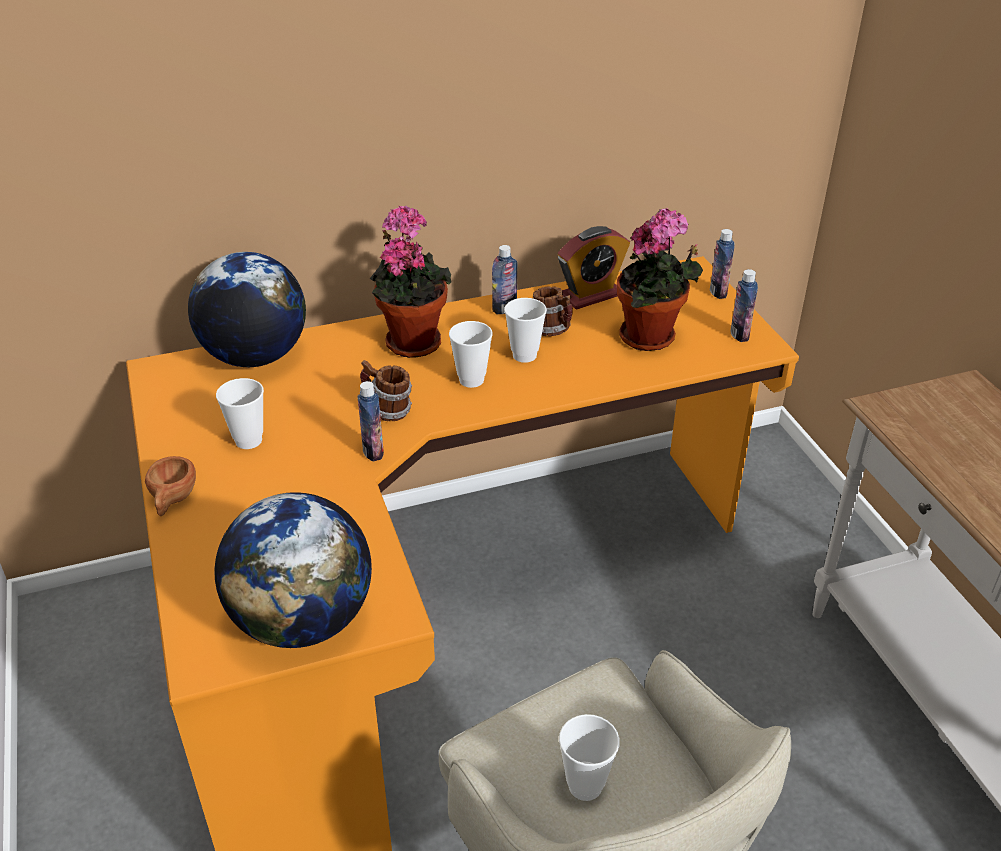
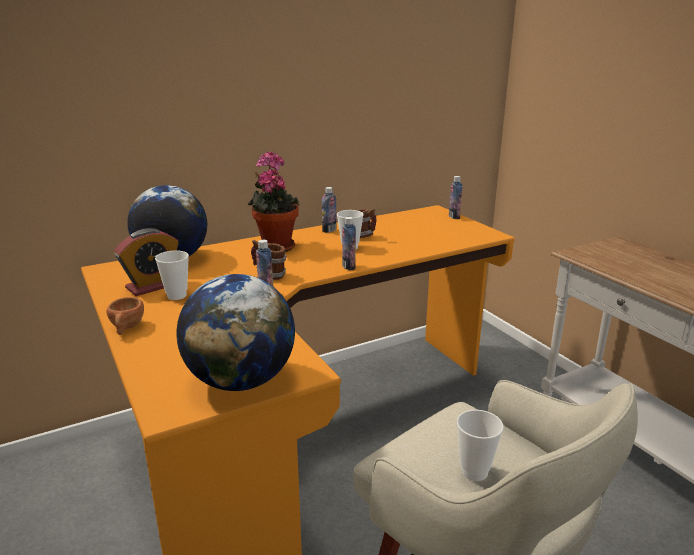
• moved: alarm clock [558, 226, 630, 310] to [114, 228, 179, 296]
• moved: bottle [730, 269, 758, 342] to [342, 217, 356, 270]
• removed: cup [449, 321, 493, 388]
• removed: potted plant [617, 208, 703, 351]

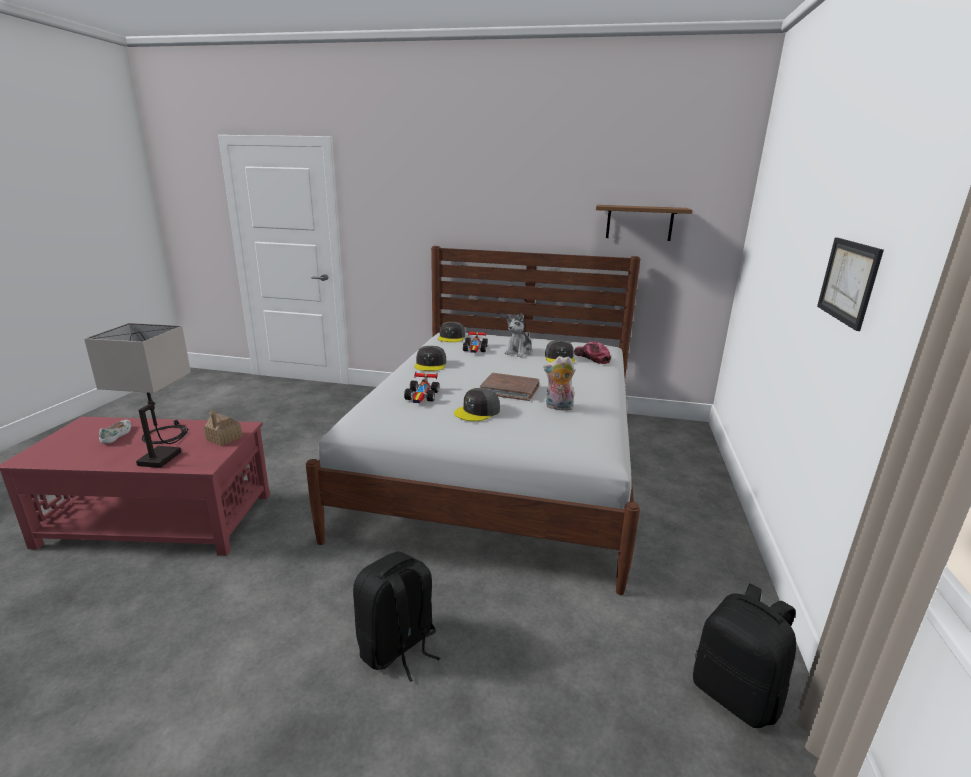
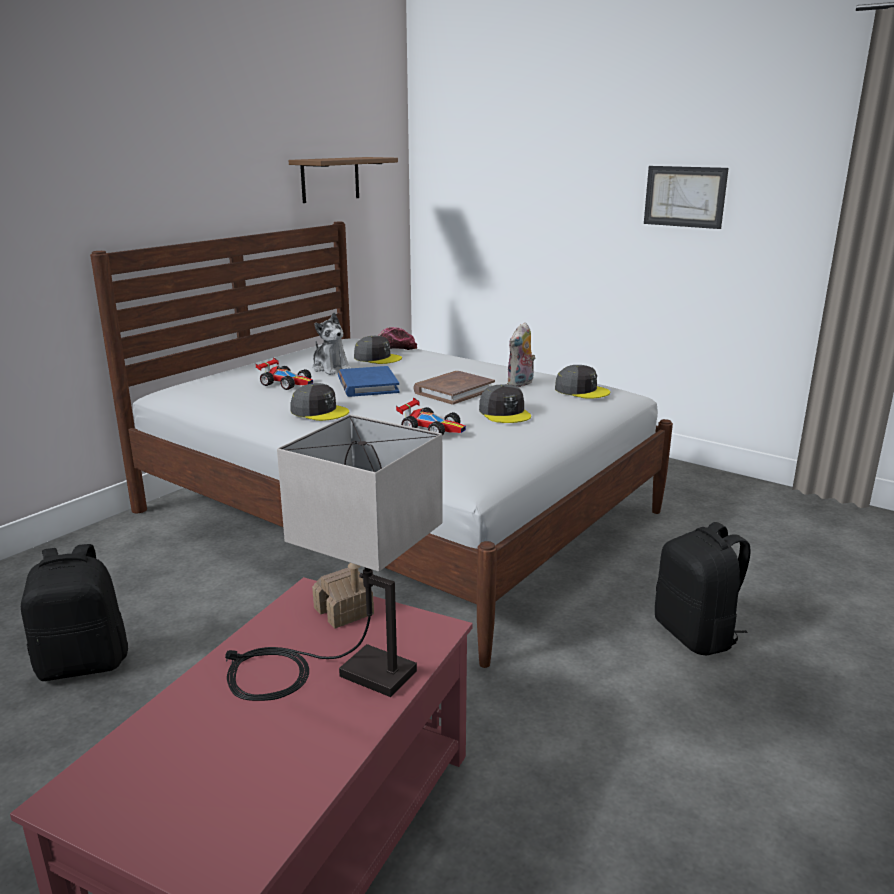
• moved: black backpack [693, 584, 796, 728] to [21, 544, 128, 681]
• added: blue book [338, 366, 400, 397]
• moved: grey cap [438, 322, 465, 342] to [555, 365, 610, 399]
• removed: white shoe [99, 420, 132, 443]

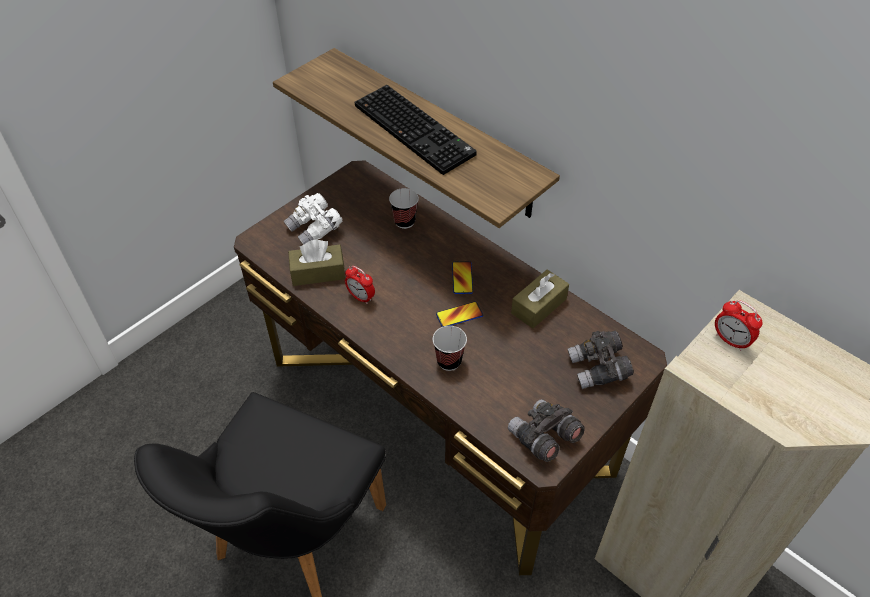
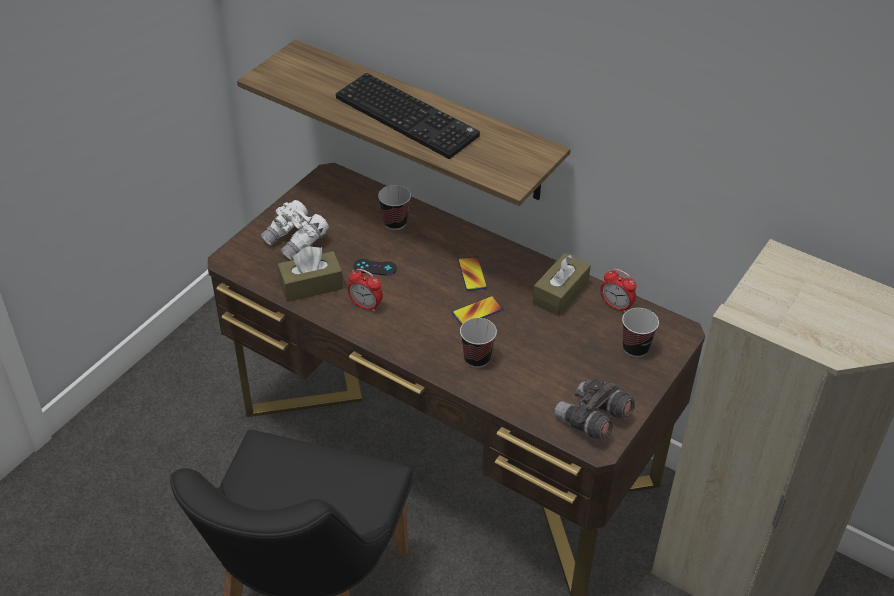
• added: black game controller [353, 259, 397, 275]
• moved: alarm clock [715, 300, 763, 351] to [600, 269, 636, 313]
• replaced: grey binoculars [567, 331, 634, 389] to cup [622, 308, 659, 357]

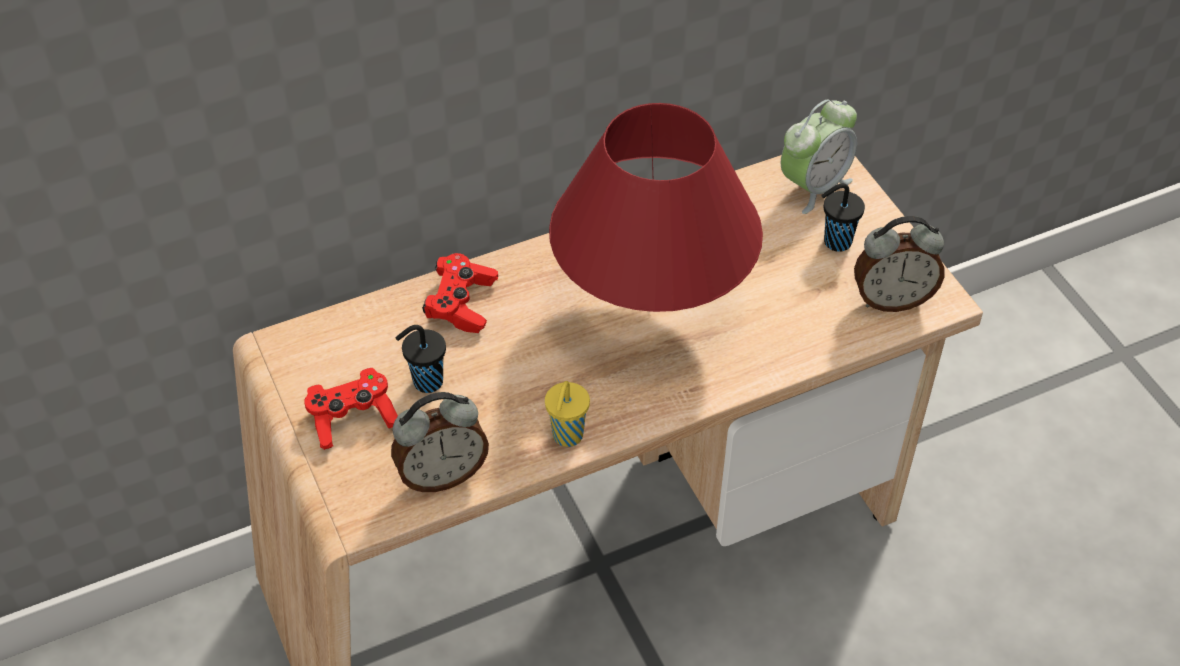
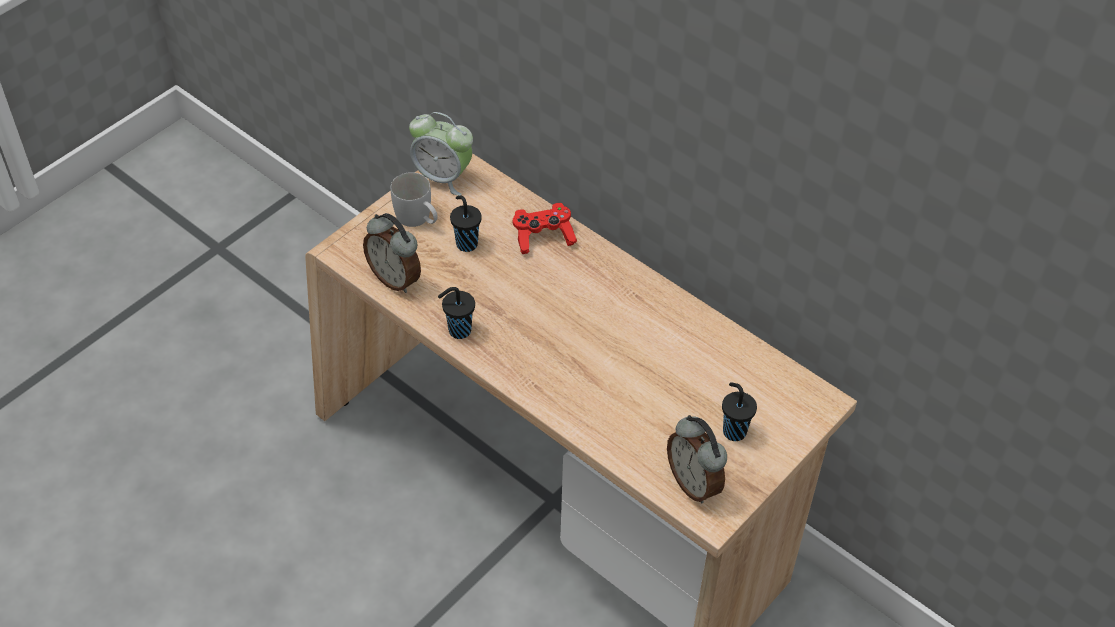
• replaced: red game controller [304, 368, 398, 450] to white mug [391, 172, 438, 227]
• moved: alarm clock [781, 99, 857, 214] to [409, 112, 473, 196]
• recoloured: yellow cup [545, 381, 590, 447] to black cup [438, 287, 475, 339]
• removed: red table lamp [549, 103, 763, 312]

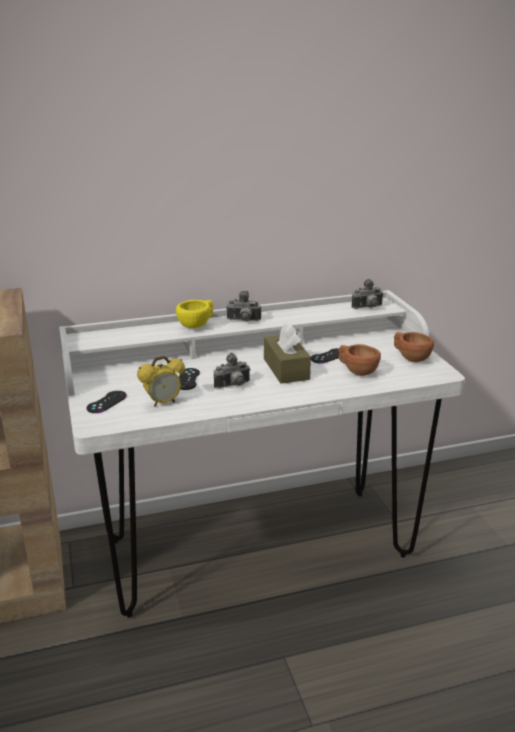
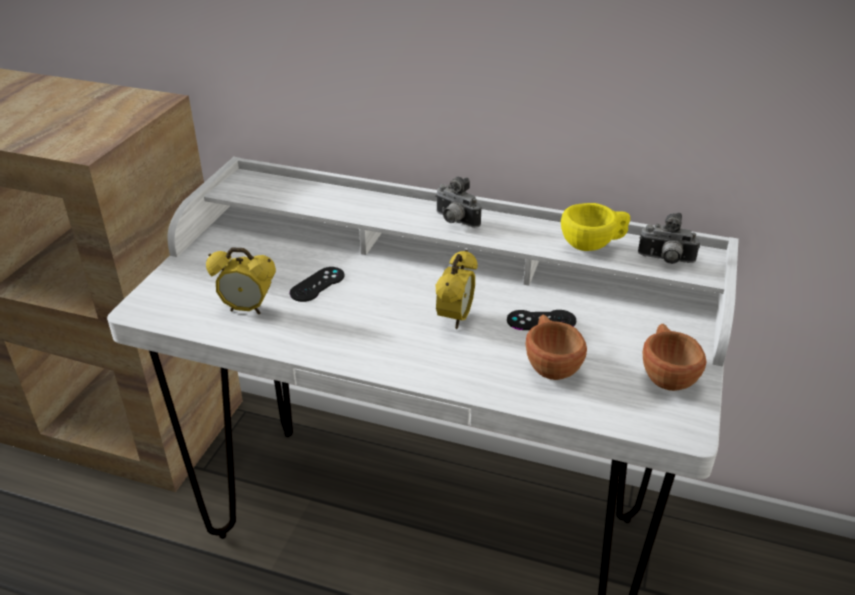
• replaced: brown tissue box [264, 323, 311, 384] to alarm clock [436, 250, 478, 329]
• moved: yellow cup [176, 300, 213, 328] to [561, 203, 630, 251]
• removed: black game controller [87, 391, 127, 413]
• removed: photo camera [214, 353, 250, 389]

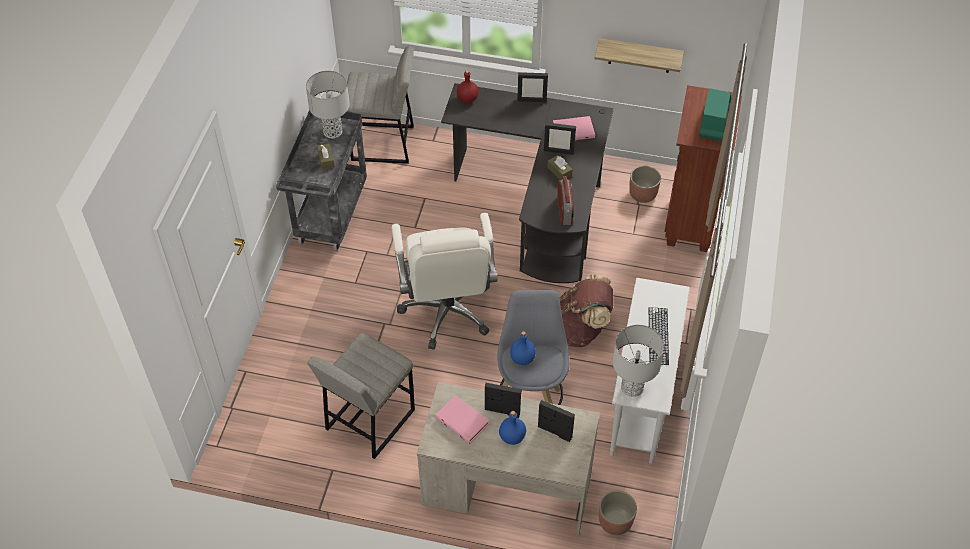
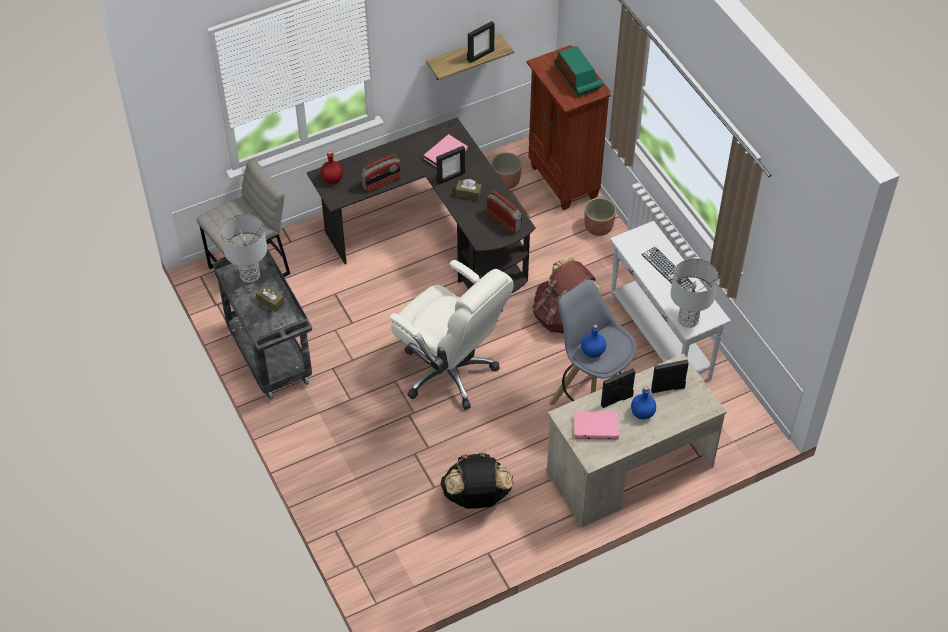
• added: radio [361, 154, 401, 192]
• replaced: grey chair [307, 333, 415, 459] to black backpack [440, 453, 513, 509]
• moved: picture frame [517, 72, 548, 102] to [467, 21, 495, 63]
• moved: planter [599, 491, 637, 535] to [584, 198, 616, 236]

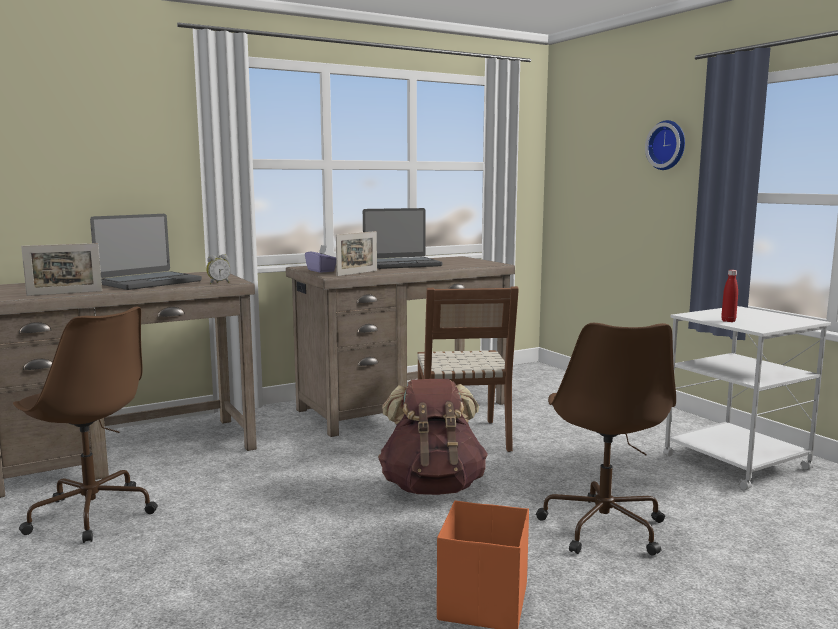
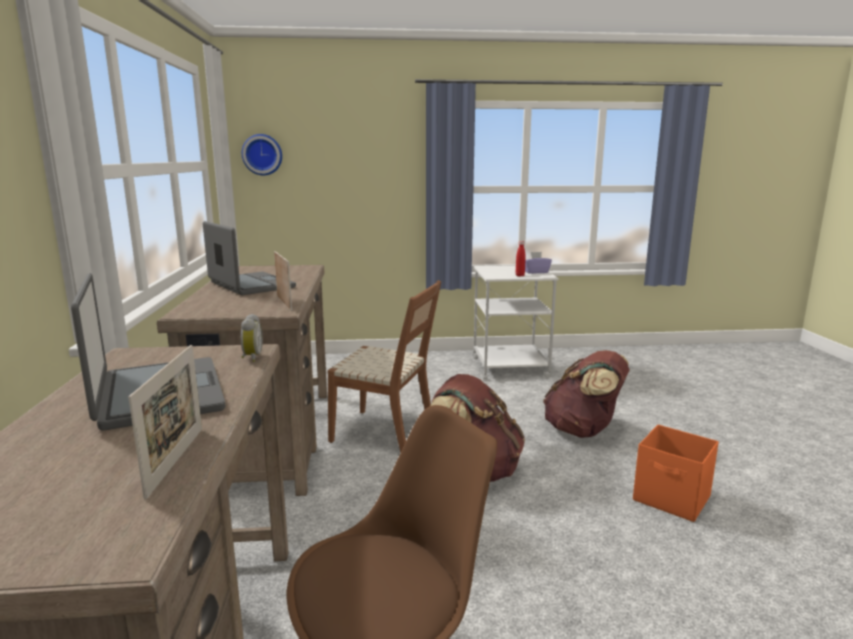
• turned: laptop [363, 208, 442, 269] = [203, 221, 296, 295] 45 degrees counterclockwise
• moved: wall clock [645, 120, 685, 170] to [242, 134, 282, 175]
• moved: purple tissue box [305, 245, 336, 273] to [525, 252, 552, 274]
• replaced: brown office chair [536, 323, 676, 555] to brown backpack [543, 350, 630, 438]

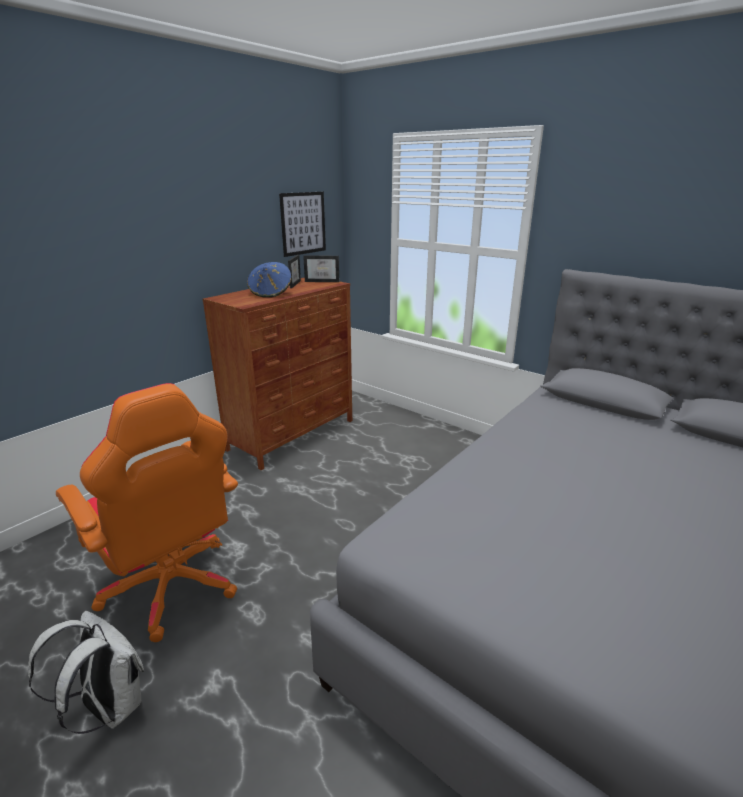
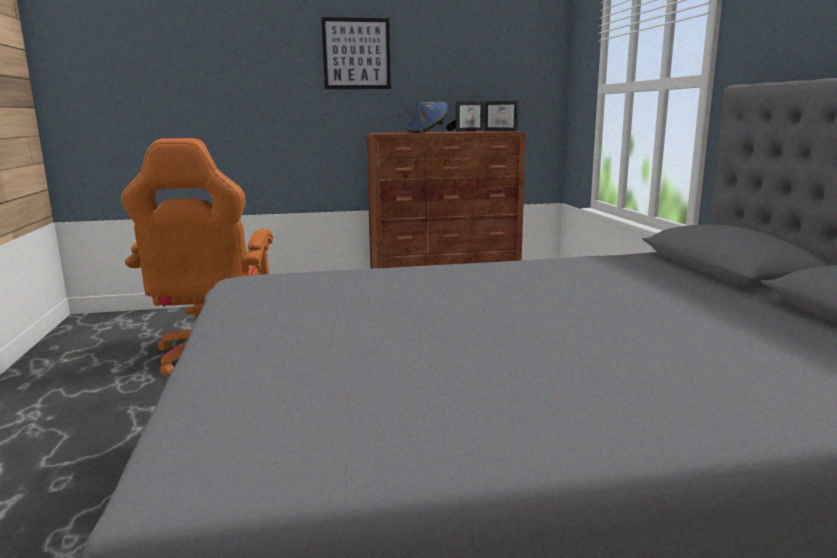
• moved: picture [279, 192, 326, 257] to [321, 17, 391, 89]
• removed: white backpack [28, 611, 144, 734]

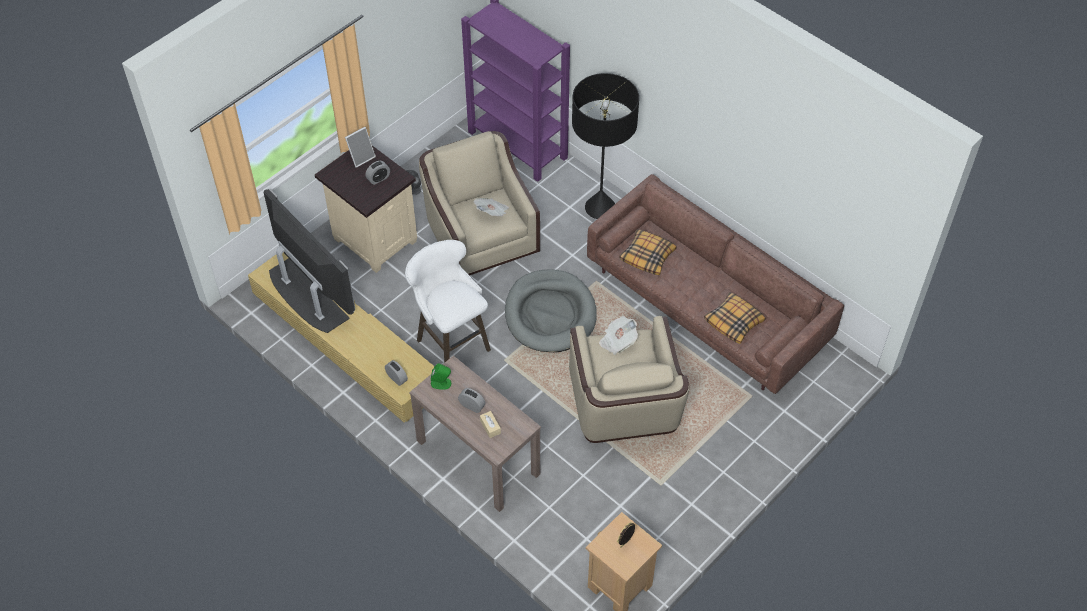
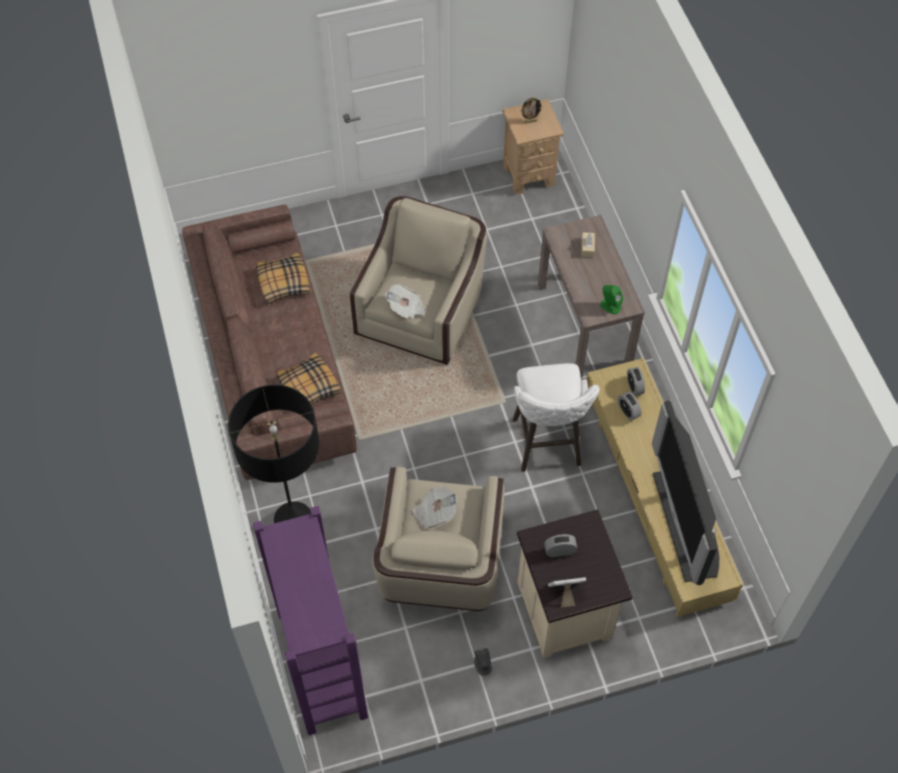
• moved: alarm clock [458, 388, 485, 413] to [618, 392, 641, 421]
• removed: grey dog bed [505, 269, 597, 352]

